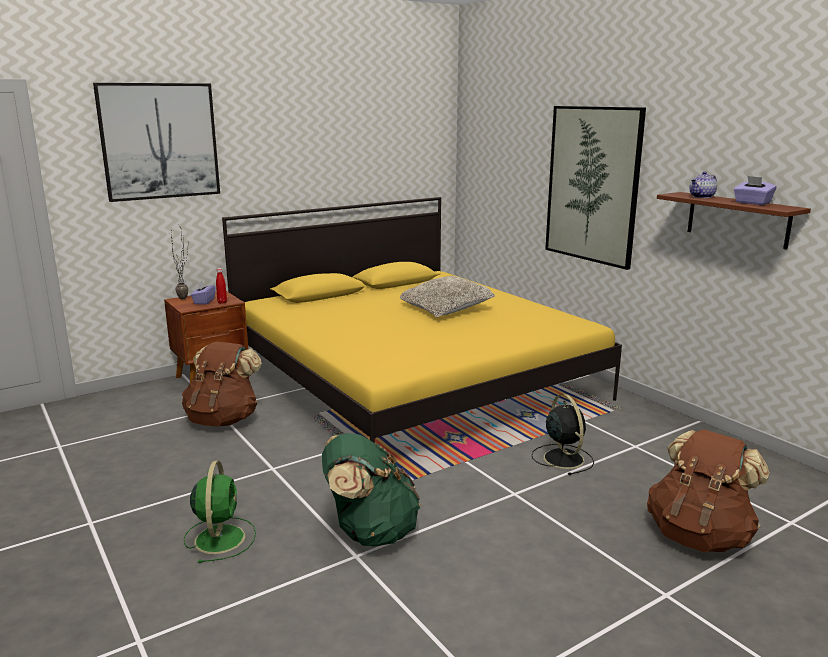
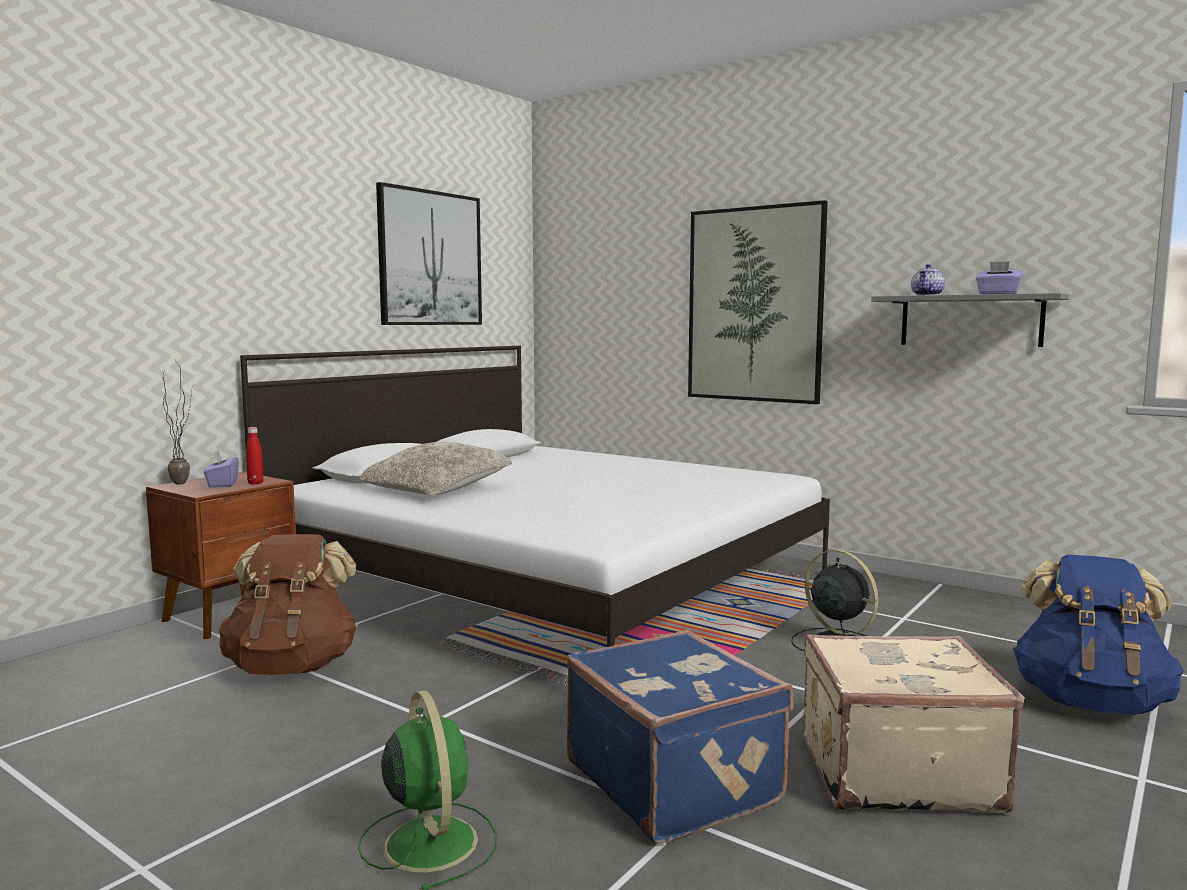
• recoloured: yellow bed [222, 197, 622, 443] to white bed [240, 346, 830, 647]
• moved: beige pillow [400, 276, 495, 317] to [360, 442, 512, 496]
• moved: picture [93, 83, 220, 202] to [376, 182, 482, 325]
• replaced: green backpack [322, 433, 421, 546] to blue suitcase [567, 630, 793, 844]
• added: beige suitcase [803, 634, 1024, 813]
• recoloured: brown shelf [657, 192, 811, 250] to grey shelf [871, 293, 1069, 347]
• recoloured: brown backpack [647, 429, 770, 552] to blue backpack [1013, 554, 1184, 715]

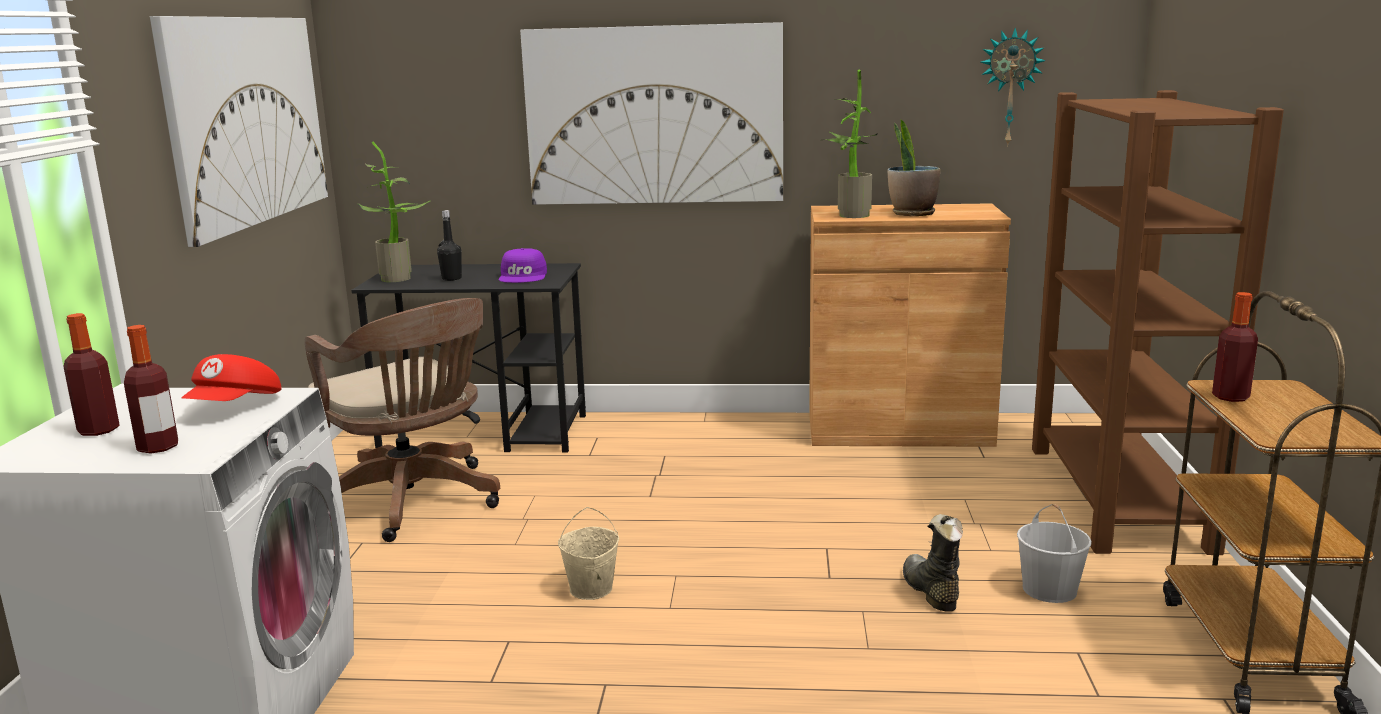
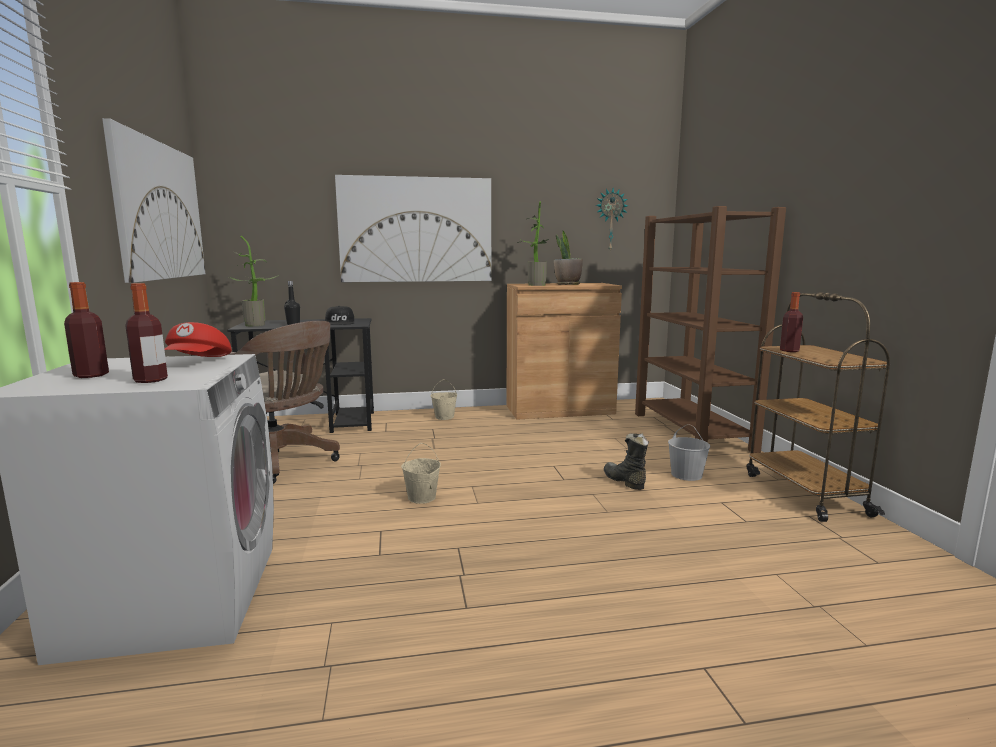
• recoloured: purple cap [499, 248, 547, 283] to black cap [325, 306, 354, 325]
• added: beige bucket [431, 379, 457, 420]

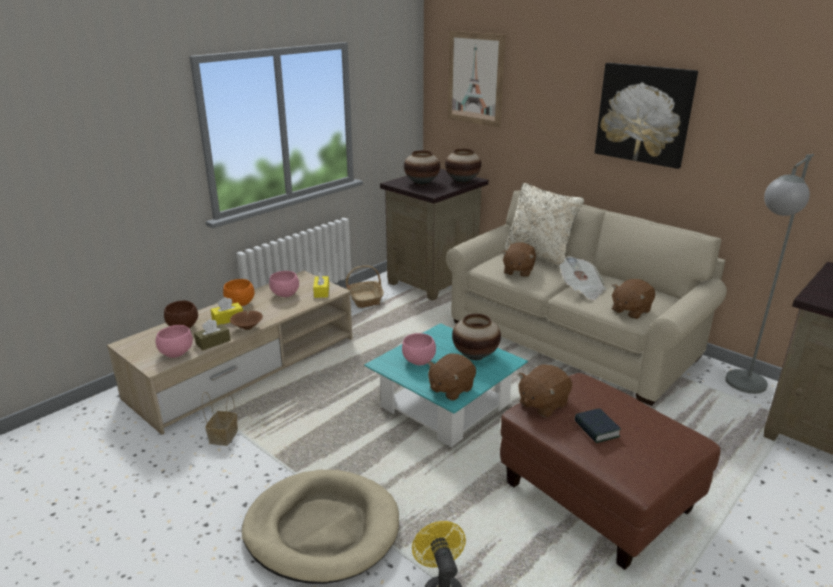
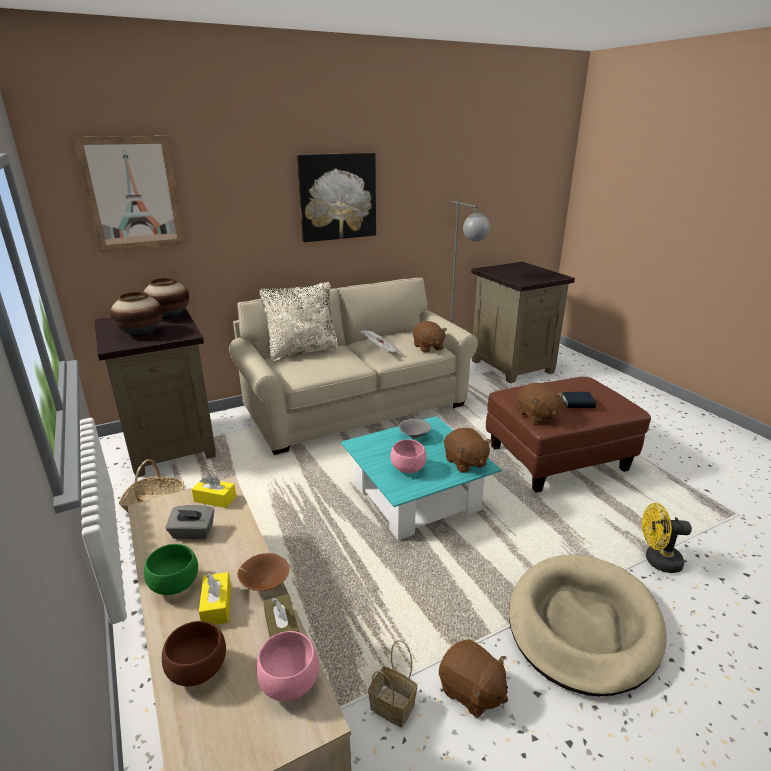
• recoloured: orange bowl [223, 279, 254, 306] to green bowl [144, 544, 198, 595]
• replaced: pink bowl [269, 271, 299, 297] to grey tissue box [166, 505, 214, 539]
• replaced: vase [452, 314, 501, 360] to grey bowl [399, 419, 431, 439]
• moved: brown plush toy [502, 242, 536, 277] to [439, 639, 508, 718]

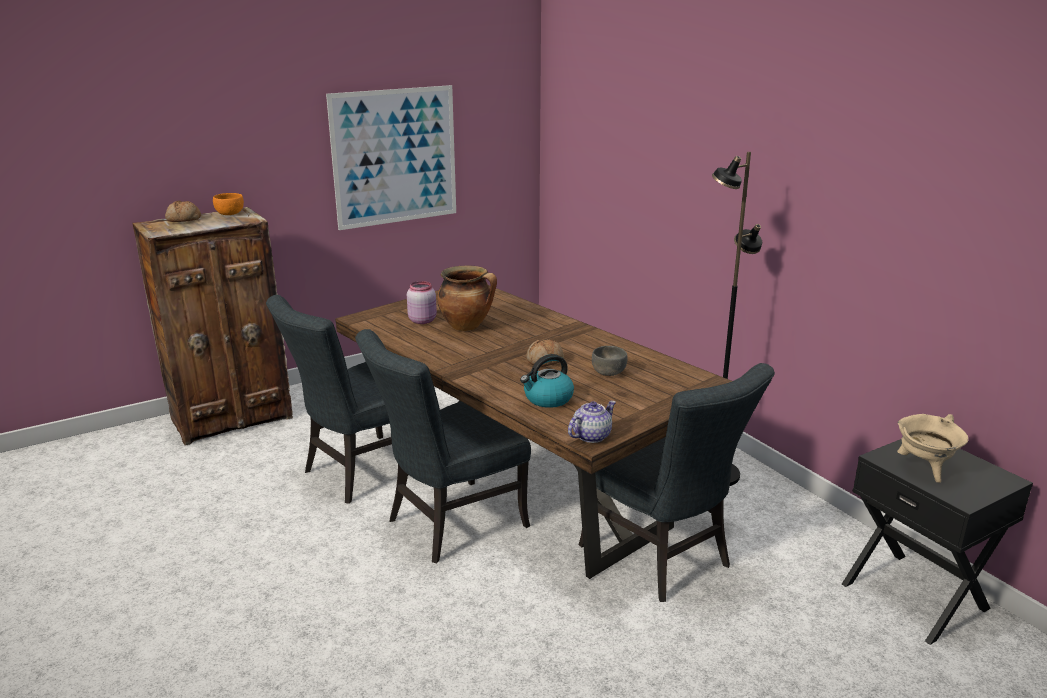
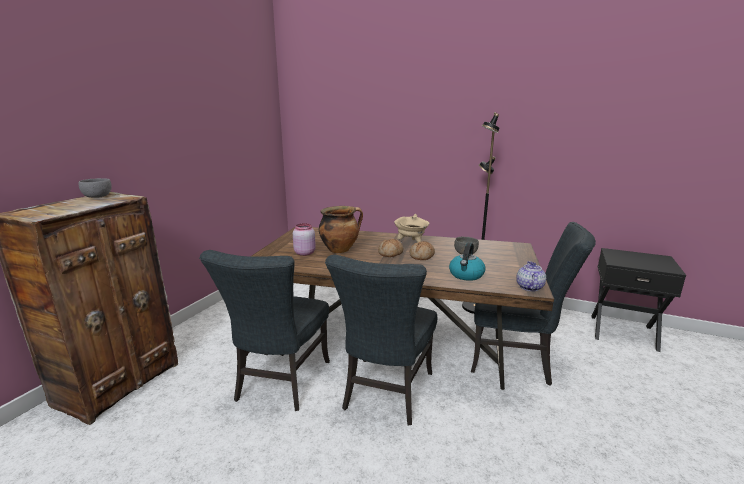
• recoloured: orange bowl [213, 193, 244, 215] to grey bowl [79, 178, 112, 198]
• moved: bread [165, 201, 201, 222] to [378, 239, 403, 257]
• moved: beige cooking pot [897, 414, 968, 483] to [394, 214, 430, 243]
• removed: picture [326, 85, 456, 230]

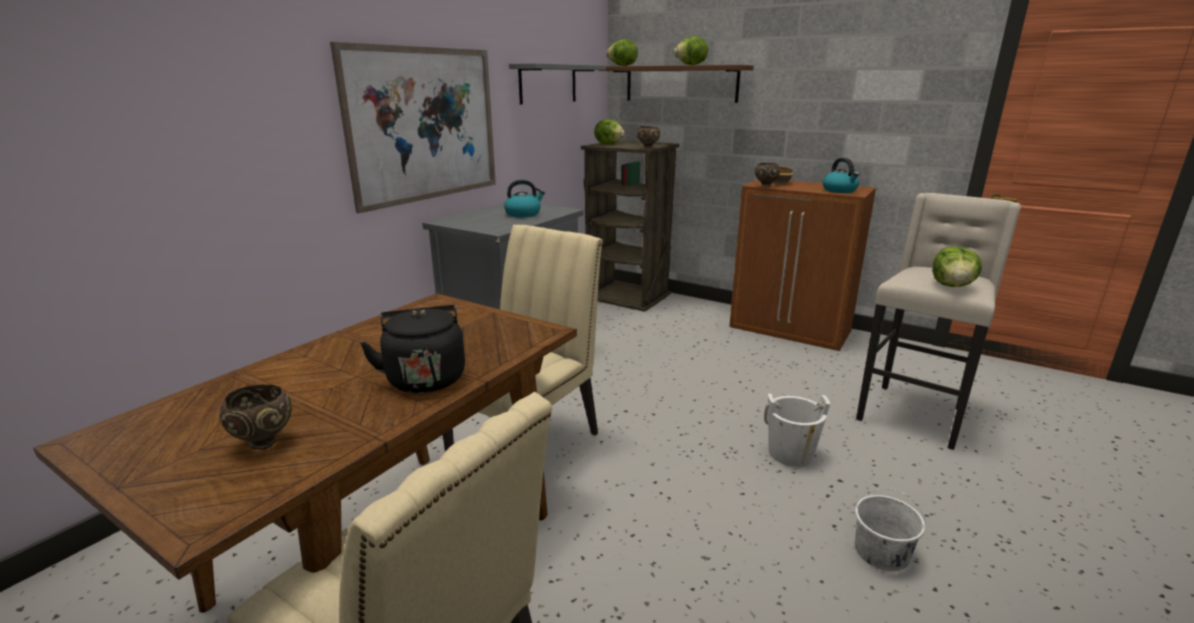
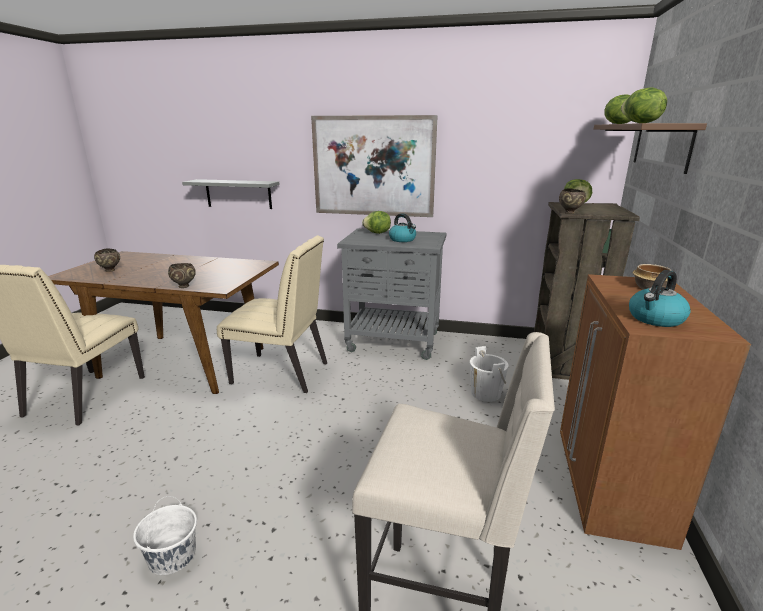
• moved: brown bowl [754, 163, 780, 187] to [168, 263, 196, 288]
• moved: grey shelf [509, 63, 606, 104] to [182, 179, 280, 209]
• moved: lettuce [932, 247, 982, 287] to [362, 211, 391, 234]
• moved: white bucket [764, 393, 830, 467] to [470, 346, 509, 402]
• removed: black kettle [360, 305, 465, 393]

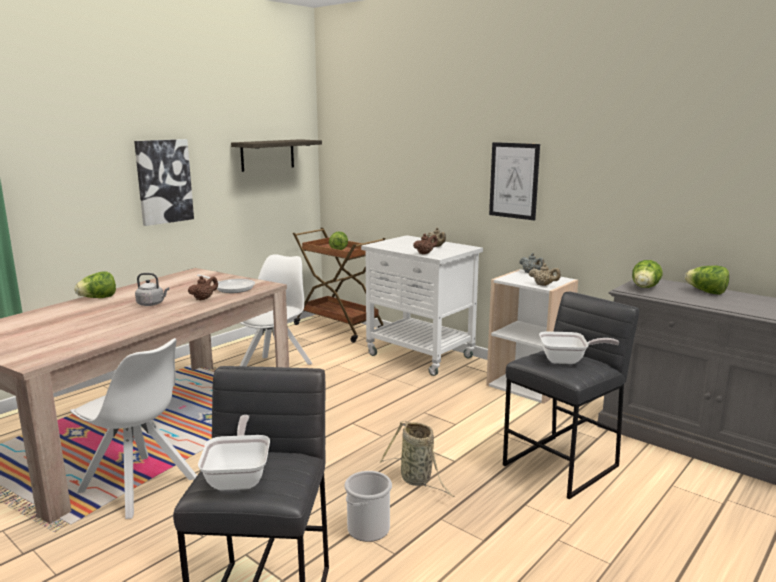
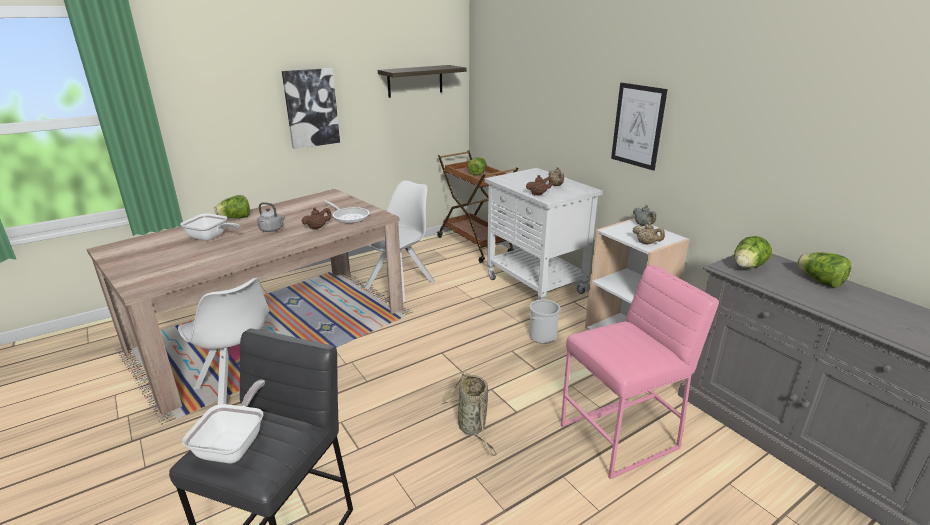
• moved: frying pan [539, 331, 619, 364] to [180, 213, 240, 241]
• moved: bucket [344, 471, 392, 542] to [529, 299, 561, 344]
• recoloured: grey stool [503, 292, 639, 500] to pink stool [561, 265, 719, 479]

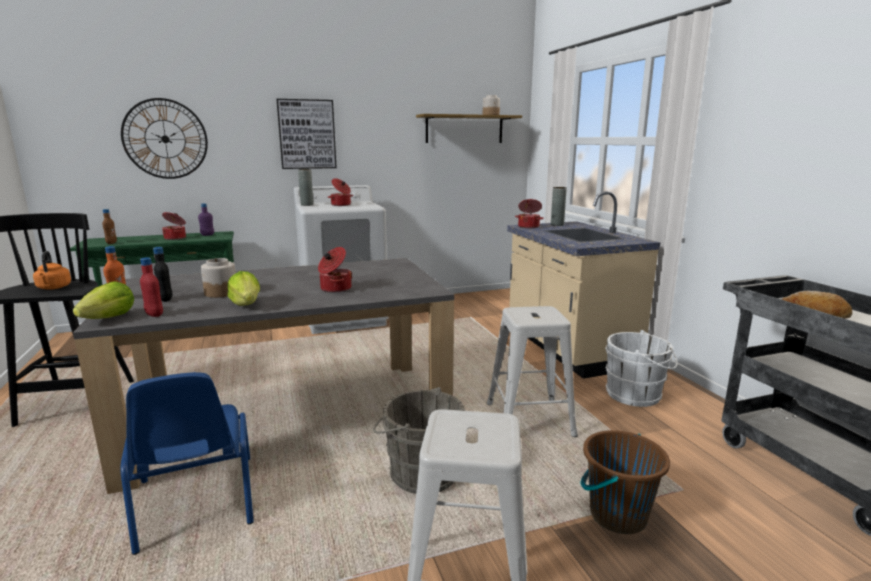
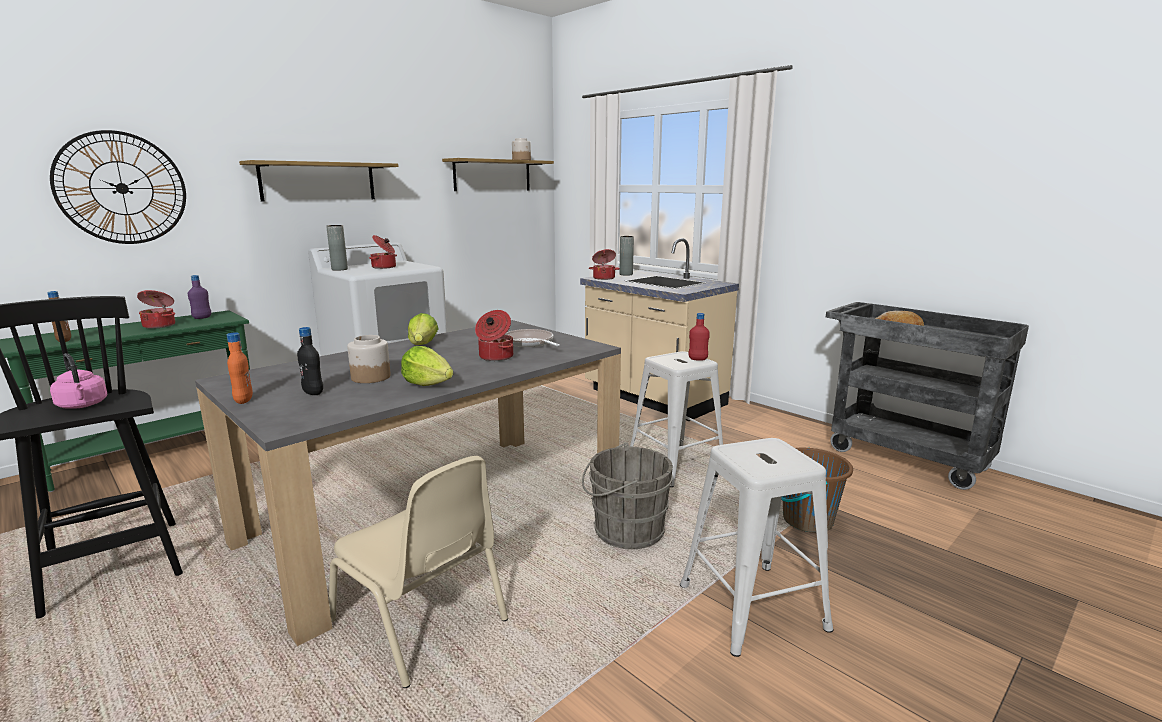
• recoloured: orange kettle [33, 251, 71, 290] to pink kettle [50, 353, 107, 409]
• replaced: picture [277, 99, 337, 169] to shelf [239, 160, 398, 201]
• recoloured: blue chair [121, 372, 254, 555] to beige chair [329, 456, 508, 688]
• moved: lettuce [73, 281, 134, 319] to [408, 313, 438, 345]
• added: frying pan [505, 329, 560, 347]
• moved: red bottle [140, 257, 163, 317] to [688, 313, 710, 361]
• removed: white bucket [605, 330, 677, 407]

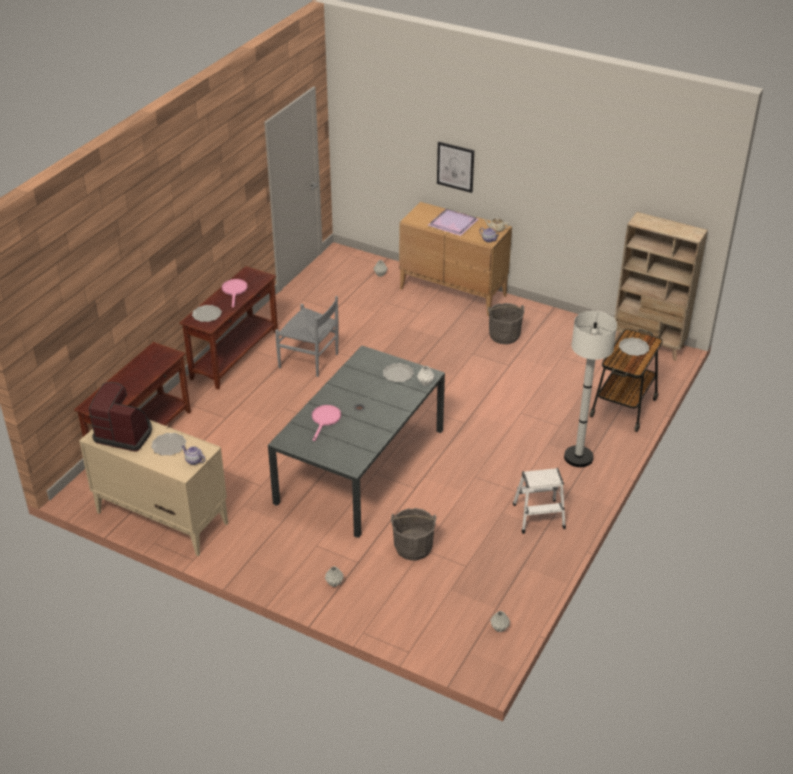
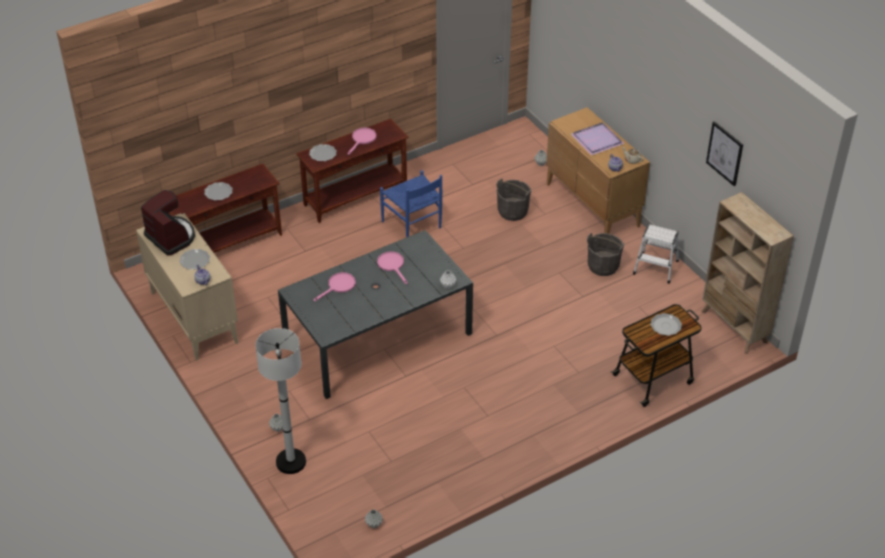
• moved: plate [383, 363, 414, 383] to [204, 182, 233, 200]
• moved: white floor lamp [564, 311, 617, 467] to [255, 328, 306, 474]
• added: pink frying pan [377, 251, 408, 284]
• recoloured: grey chair [275, 296, 339, 377] to blue chair [380, 170, 442, 238]
• moved: grey bucket [391, 508, 436, 561] to [496, 178, 531, 221]
• moved: white step ladder [513, 468, 566, 534] to [633, 224, 679, 284]
• moved: picture [437, 142, 474, 193] to [706, 121, 743, 186]

